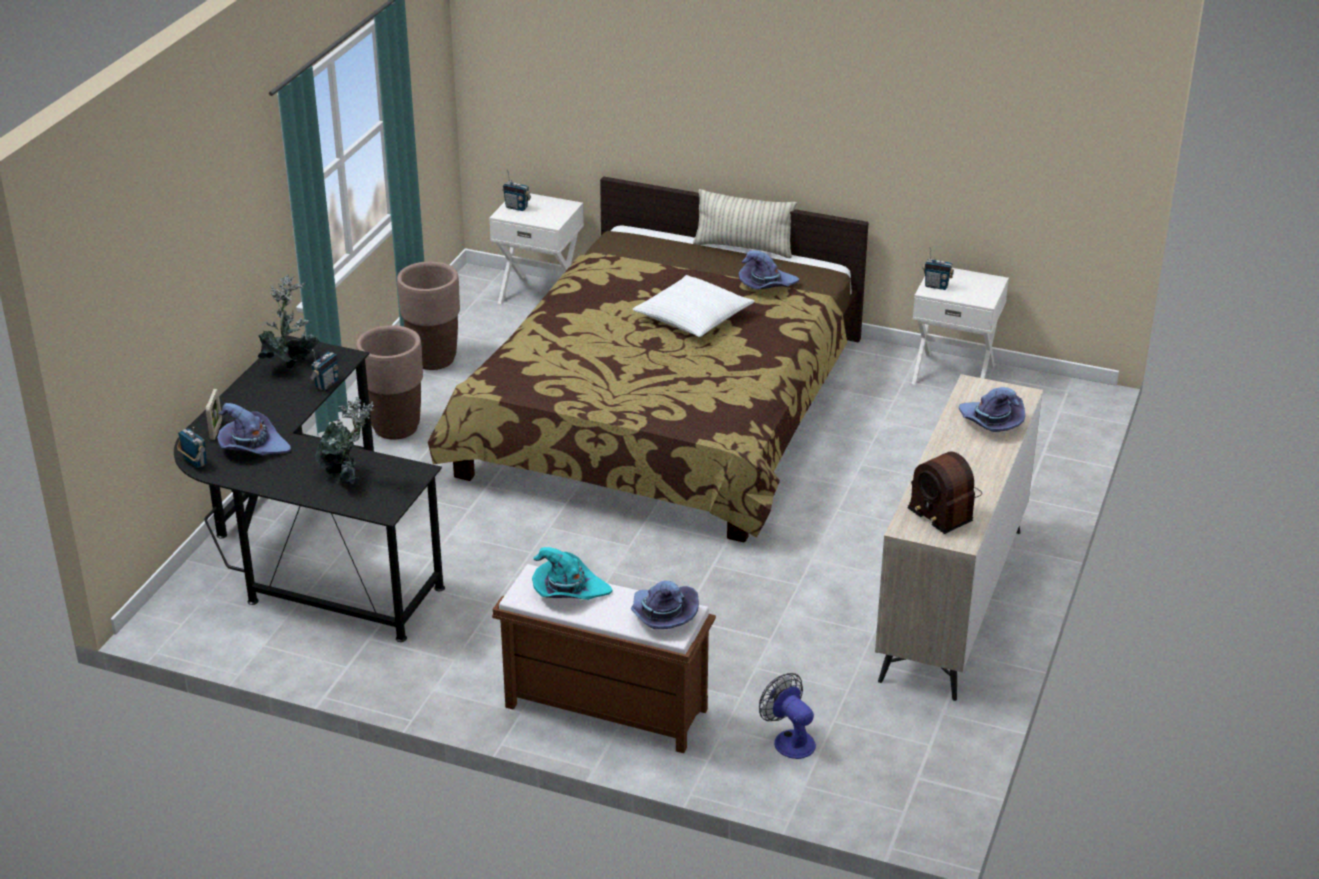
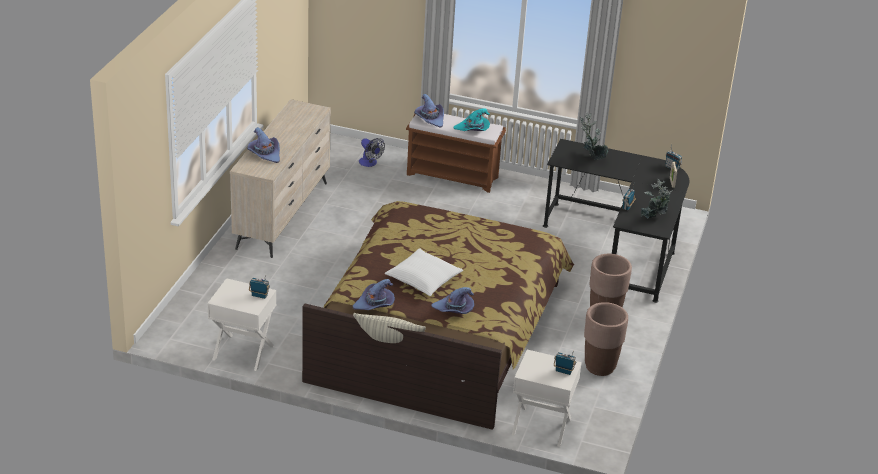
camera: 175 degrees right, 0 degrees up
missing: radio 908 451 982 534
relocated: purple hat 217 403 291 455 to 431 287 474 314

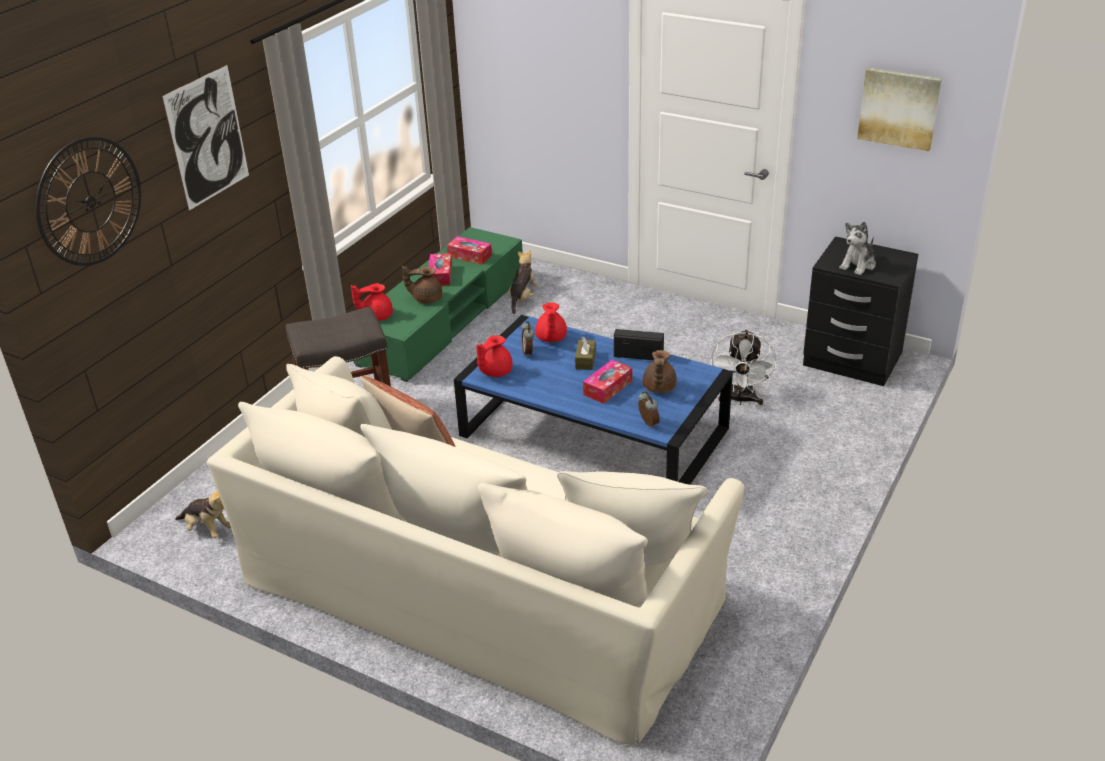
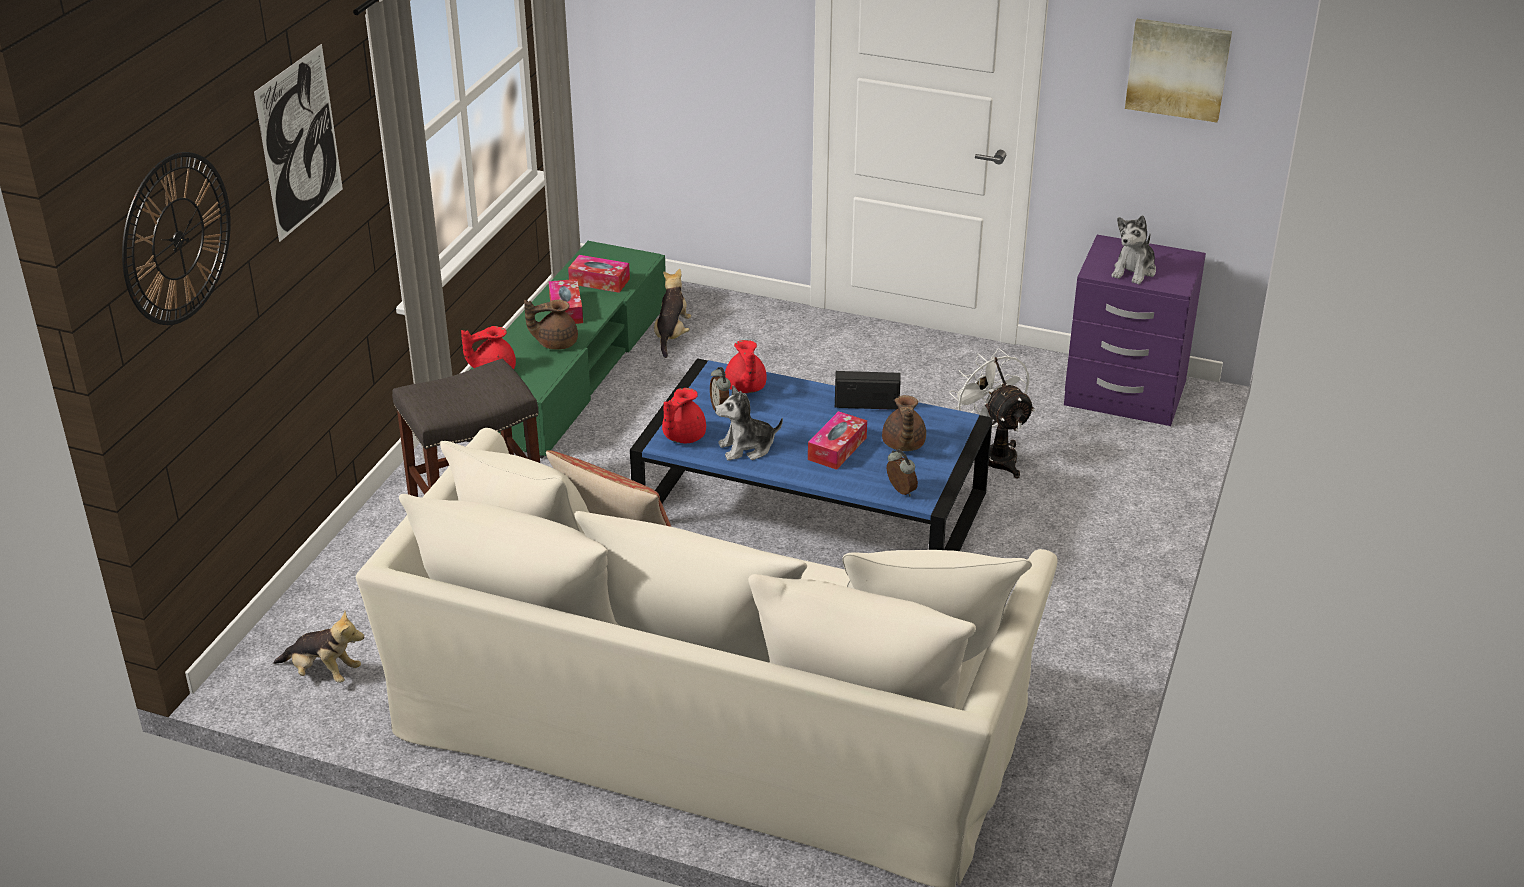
camera: 10 degrees left, 0 degrees up
missing: brown tissue box 575 337 596 370
appeared: plush toy 715 385 783 461
colour: black nightstand 803 236 918 386 to purple nightstand 1064 235 1206 426
spun: white fan 711 329 776 405 = 949 348 1035 478 150 degrees clockwise

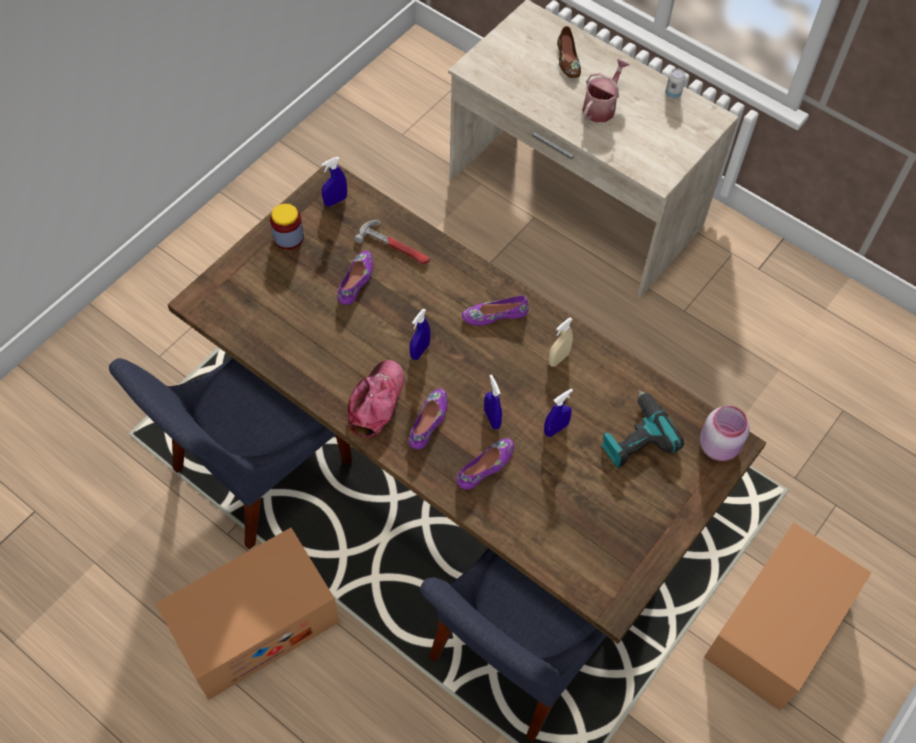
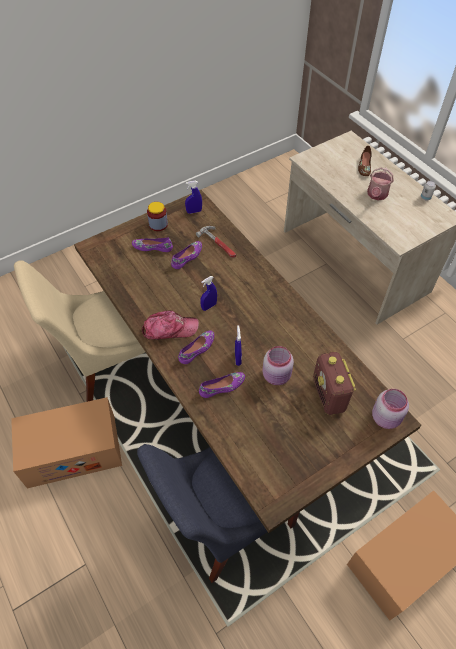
camera: 20 degrees right, 5 degrees down
missing: beige spray bottle 548 318 573 367
relocated: purple shoe 462 295 529 325 to 132 238 173 252
exchanged: blue spray bottle 544 388 573 437 to pink jar 263 346 294 385; power drill 601 389 684 468 to radio 313 352 356 415
colour: blue chair 109 358 352 549 to beige chair 14 260 145 402
spun: cap 348 360 404 437 = 142 310 199 340 45 degrees clockwise; watering can 582 58 630 122 = 367 167 394 201 150 degrees clockwise

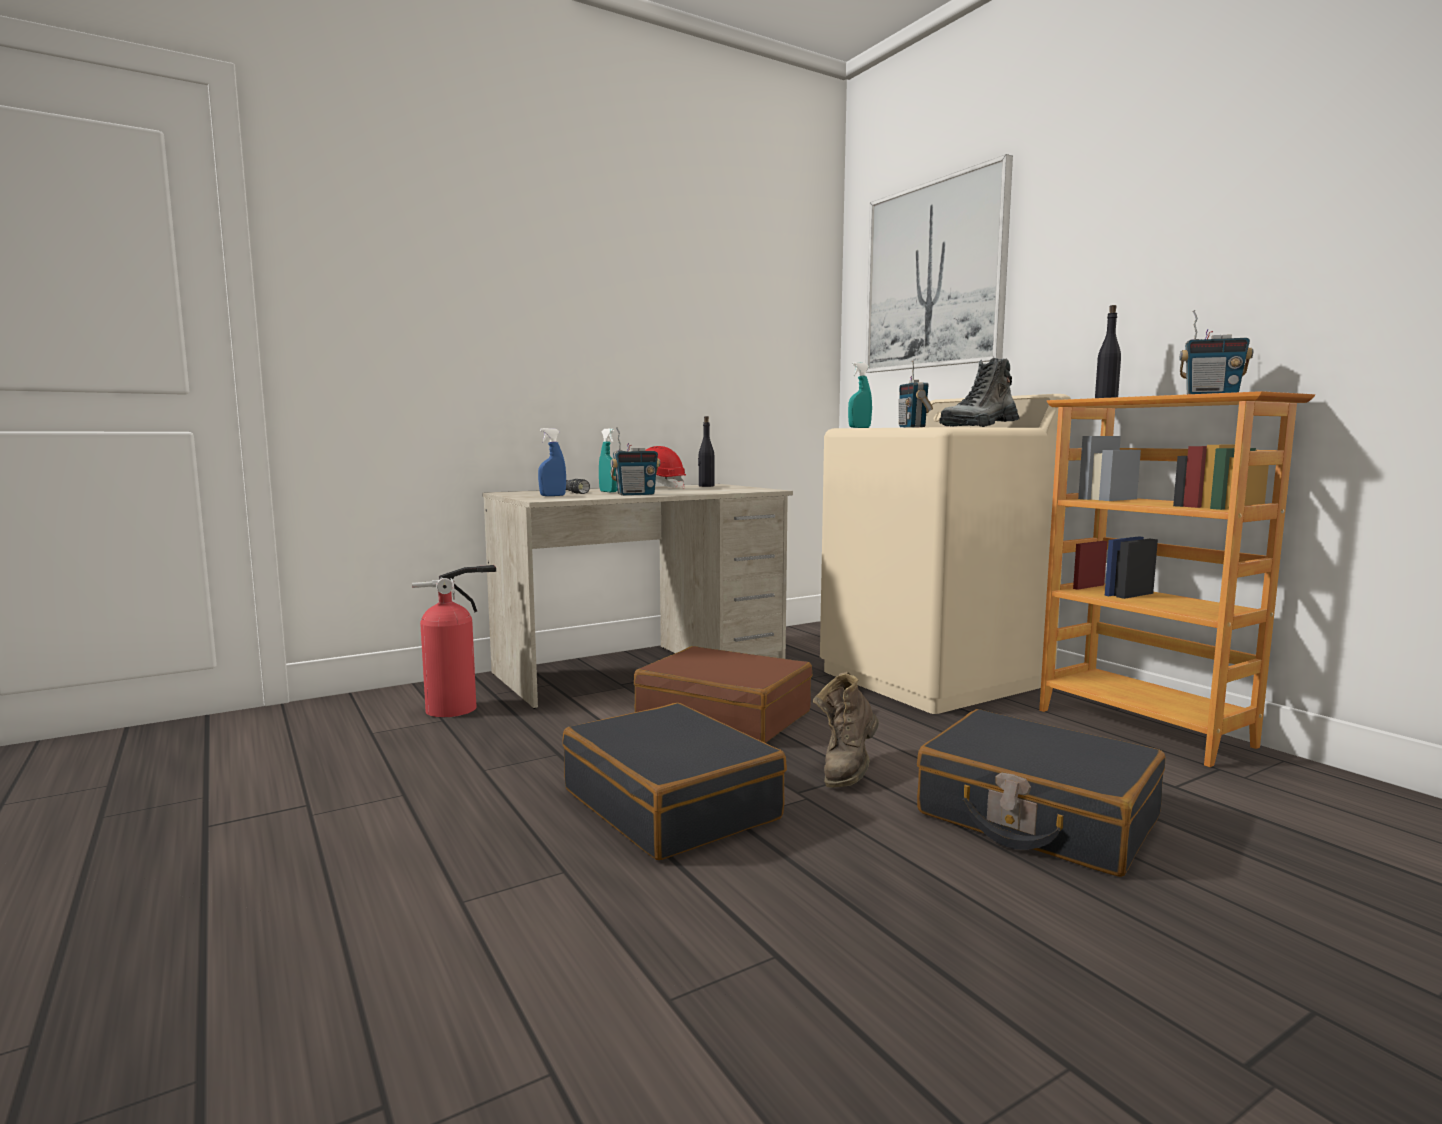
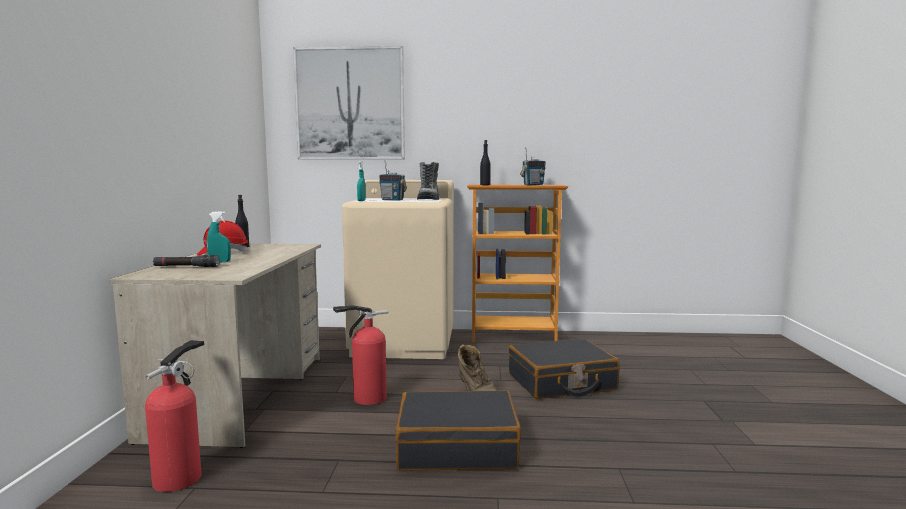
camera: 55 degrees left, 0 degrees up
missing: blue spray bottle 538 428 566 496; radio 610 427 660 496
exchanged: brown suitcase 634 646 812 743 to fire extinguisher 333 305 388 405

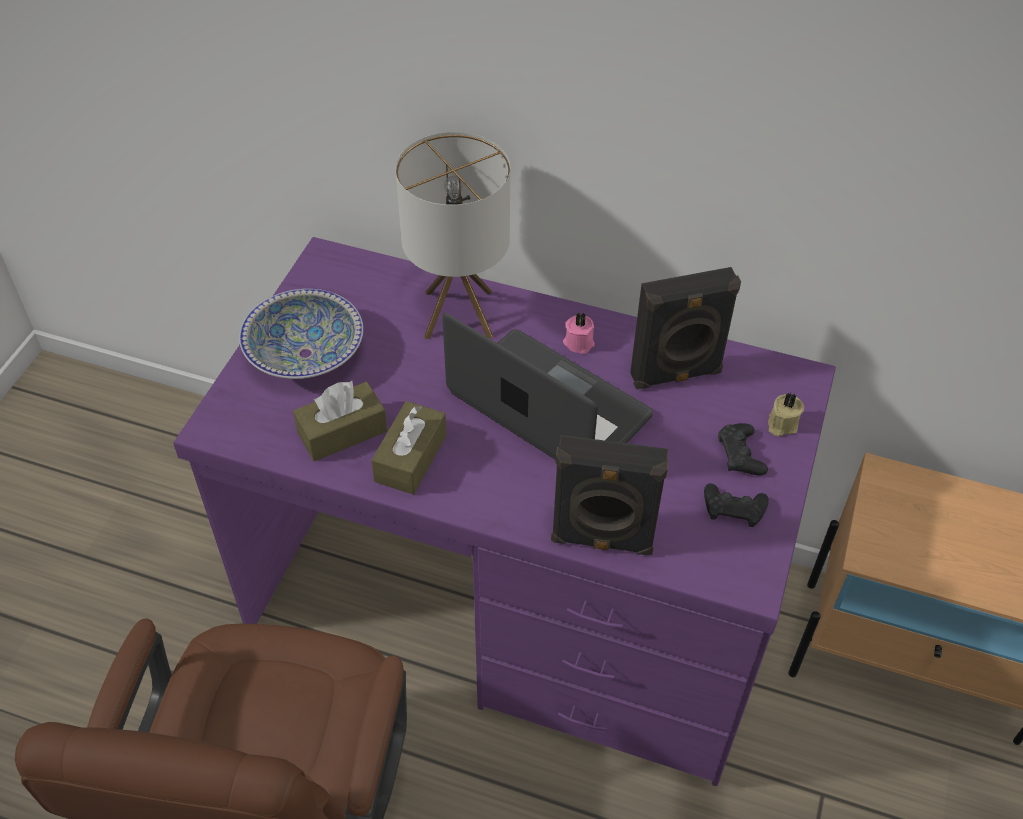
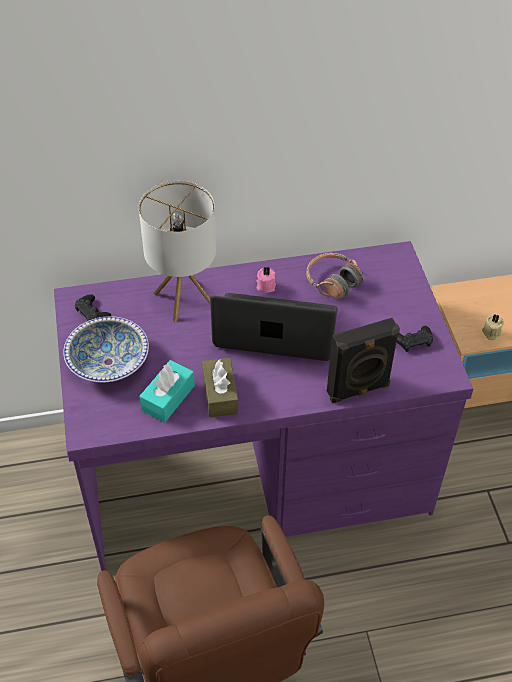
camera: 30 degrees left, 0 degrees up
relocated: black game controller 718 423 768 476 to 75 294 111 321; beige candle 768 393 804 437 to 482 314 504 340
exchanged: black speaker 630 267 741 389 to headphones 306 253 363 299
colour: brown tissue box 293 381 387 461 to turquoise tissue box 139 360 195 422

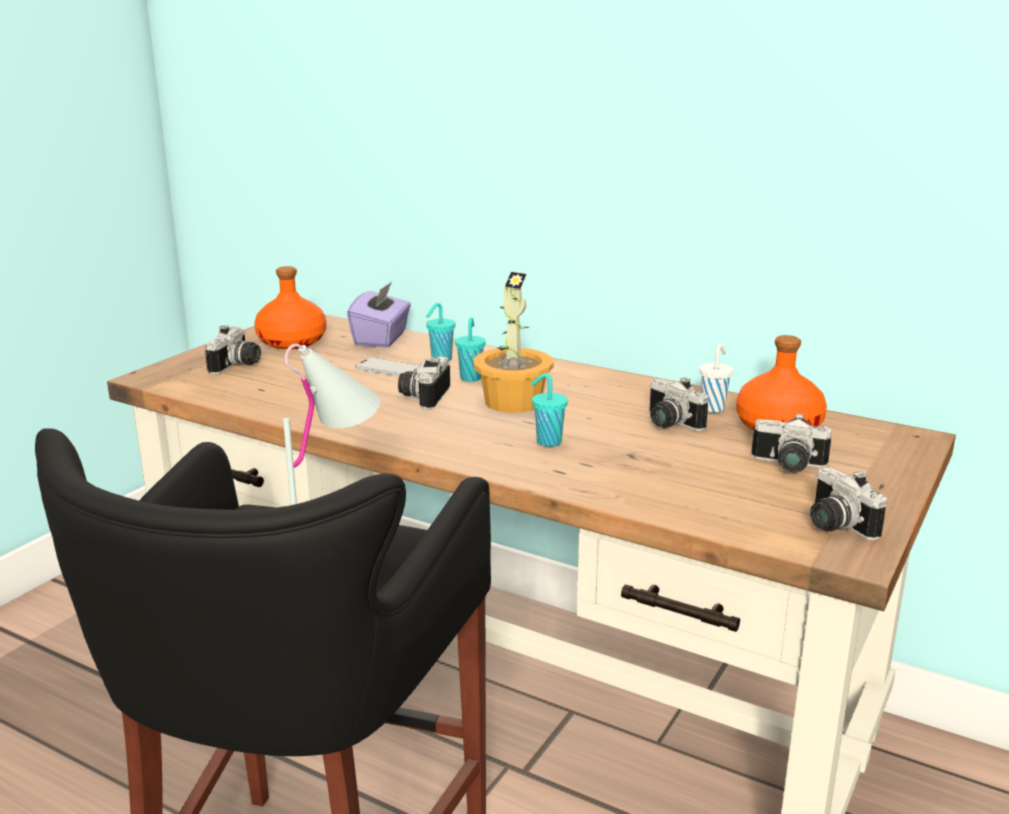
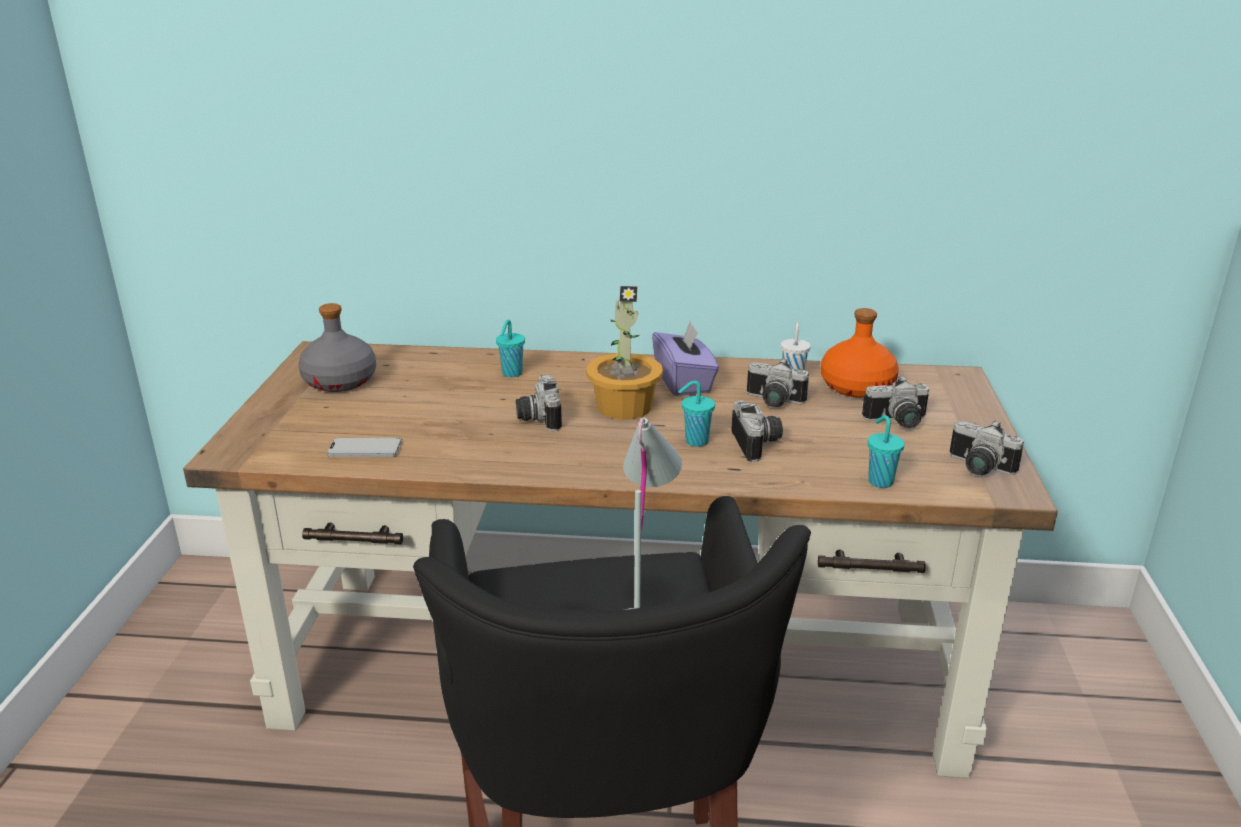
camera: 25 degrees left, 5 degrees up
relocated: phone 356 357 419 376 to 327 438 402 457; purple tissue box 347 282 411 348 to 652 321 719 396; photo camera 205 325 261 375 to 731 400 783 462; turquoise cup 455 317 486 382 to 868 415 905 488
colour: orange bottle 254 266 326 349 to grey bottle 298 303 376 392

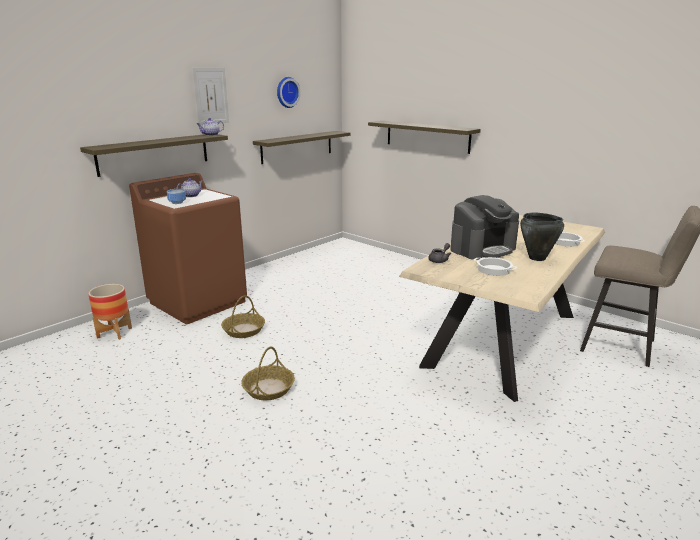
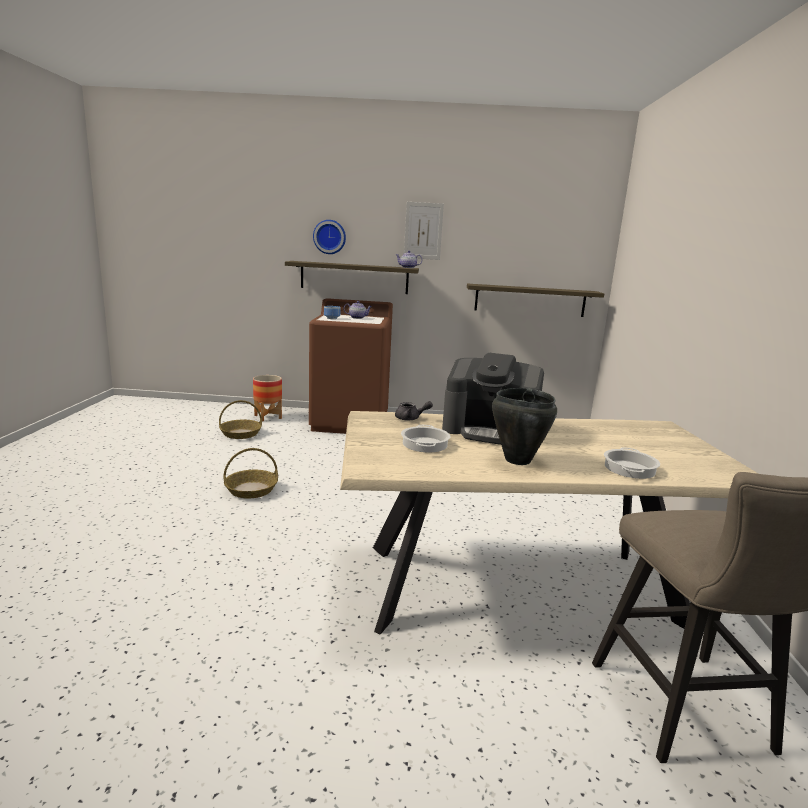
camera: 50 degrees right, 5 degrees down
missing: shelf 368 121 481 154
relocated: basket 221 295 265 338 to 219 400 262 439; wall clock 277 77 301 108 to 313 220 346 254

